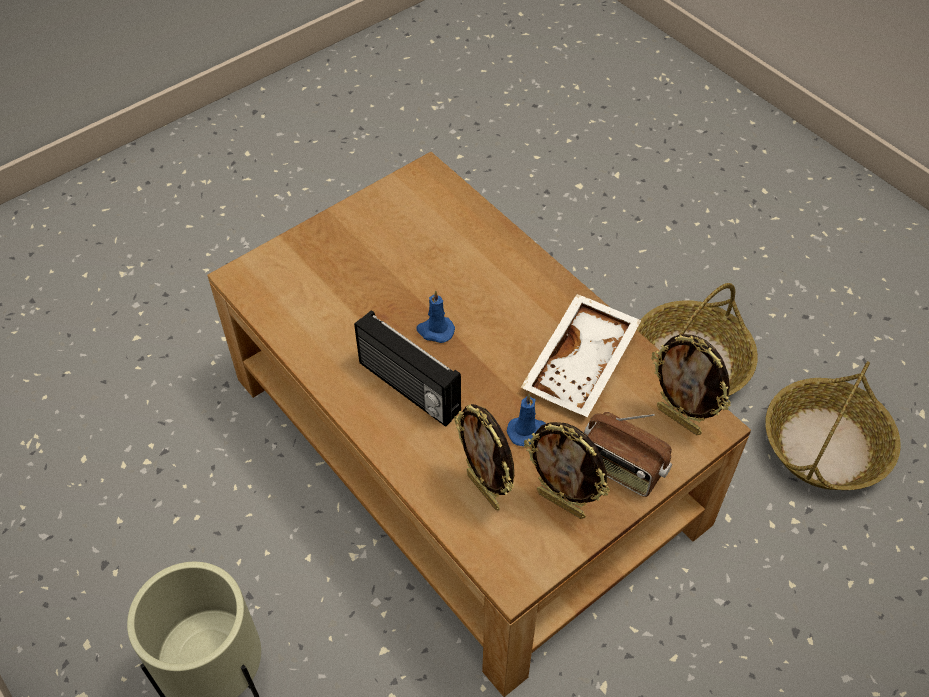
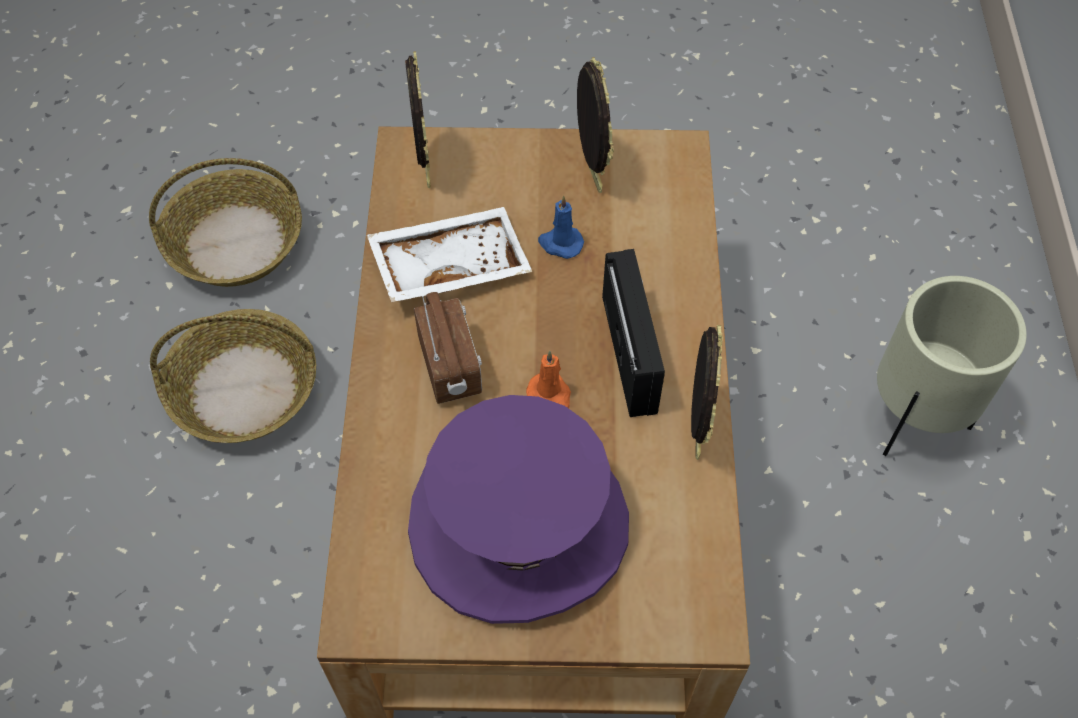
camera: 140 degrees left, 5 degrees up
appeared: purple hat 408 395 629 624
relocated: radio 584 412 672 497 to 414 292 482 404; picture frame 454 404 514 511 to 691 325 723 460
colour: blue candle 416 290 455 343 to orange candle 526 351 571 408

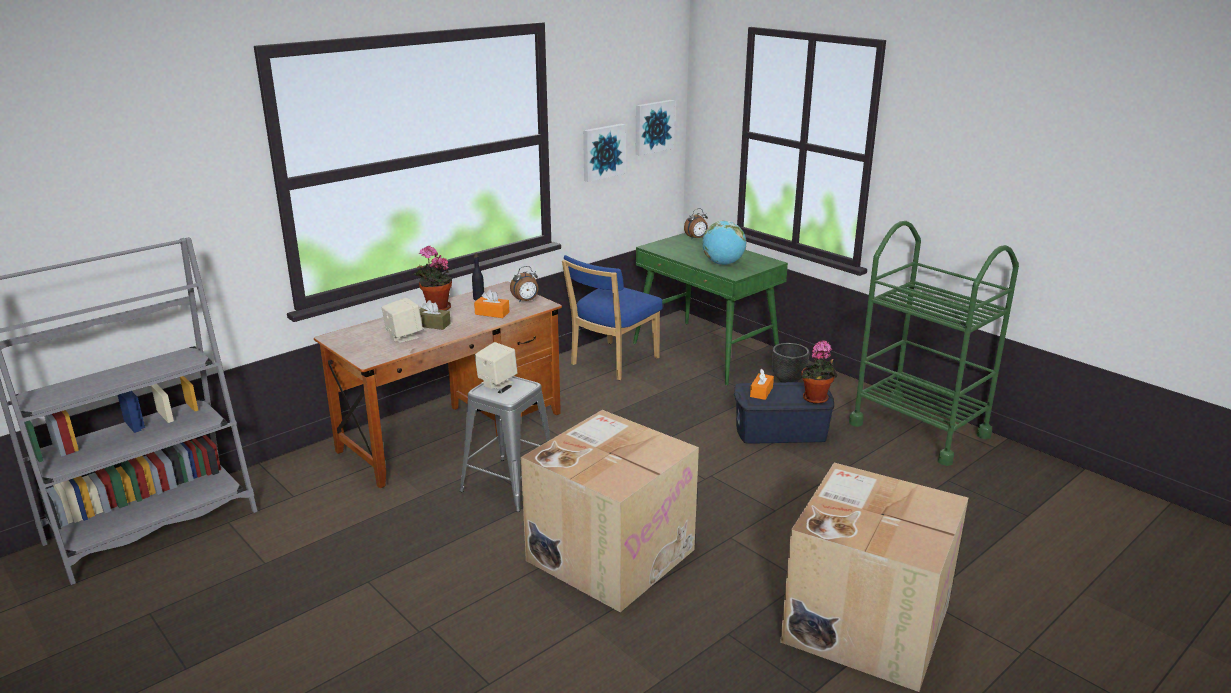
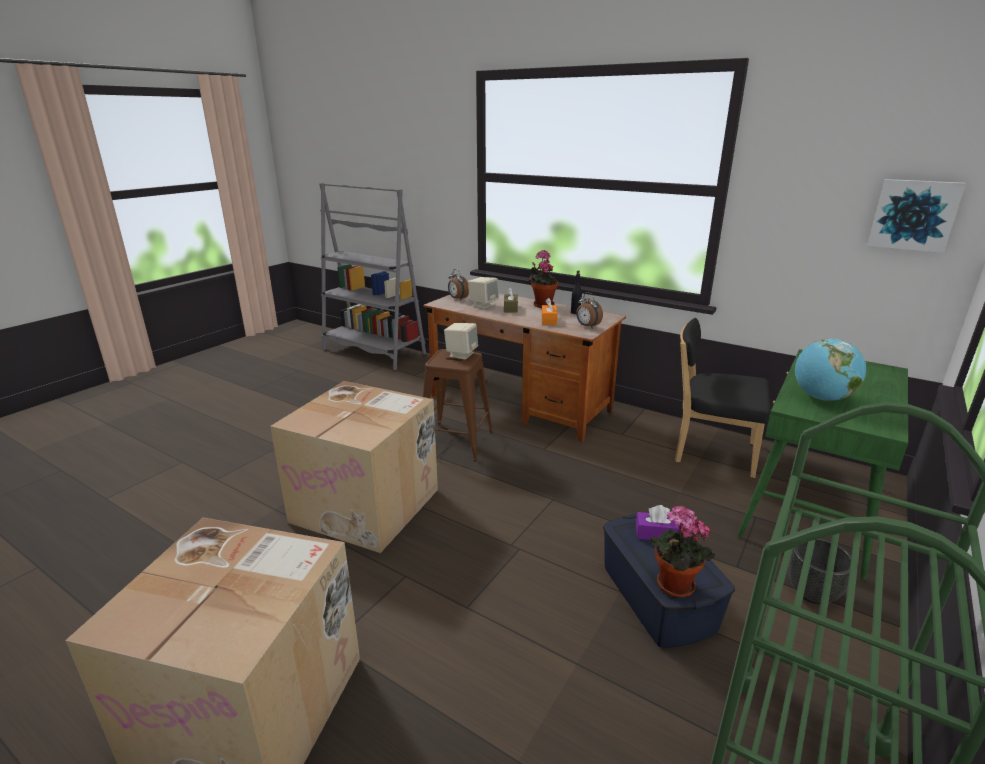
camera: 75 degrees right, 0 degrees up
missing: picture 583 124 625 182
relocated: alarm clock 684 208 708 240 to 448 269 469 300
colour: grey stool 460 376 551 512 to brown stool 423 349 493 461; orange tissue box 750 369 774 400 to purple tissue box 636 505 680 540; blue chair 562 255 663 380 to black chair 675 318 771 478

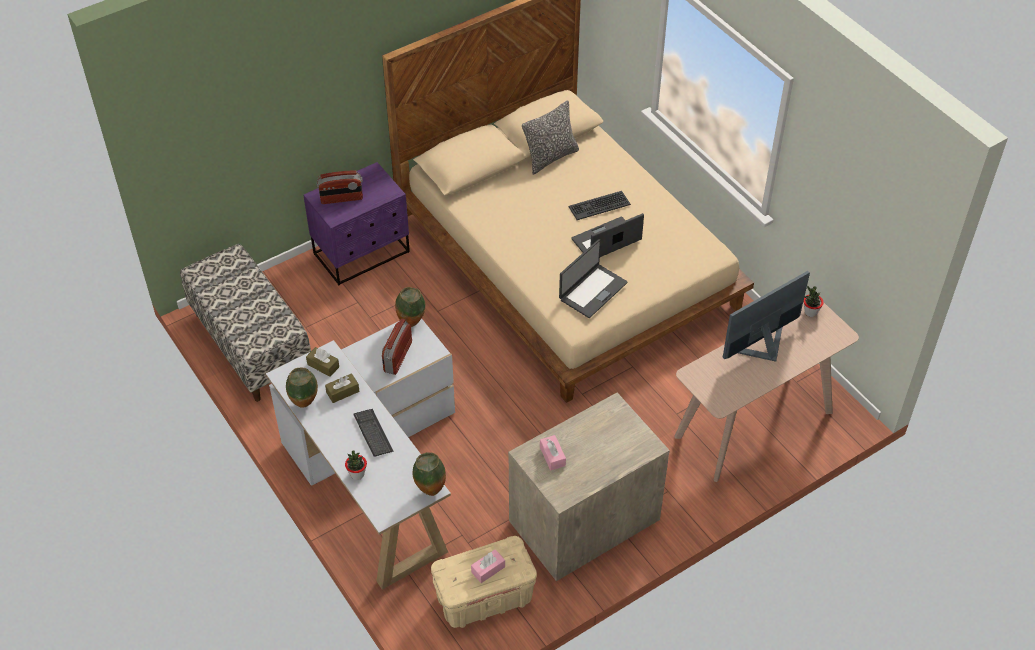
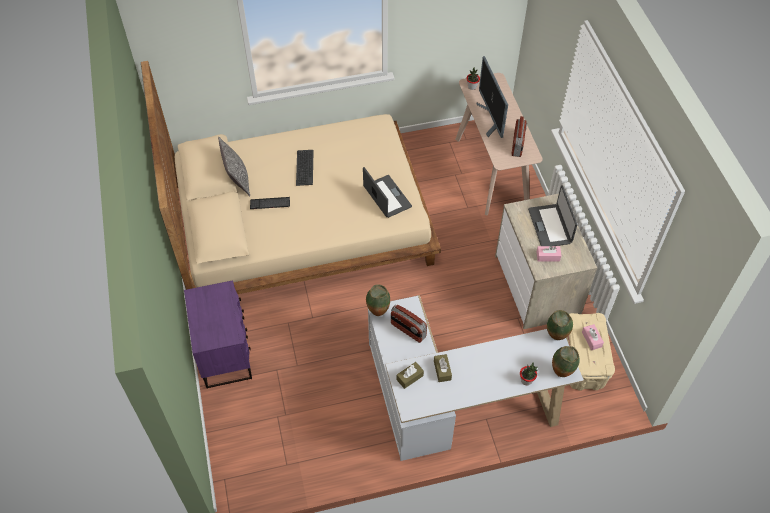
camera: 70 degrees left, 5 degrees up
missing: bench 180 244 311 402
relocated: keyboard 353 409 394 457 to 250 197 290 209; radio 316 170 363 204 to 512 116 527 157; laptop 571 213 644 257 to 528 185 578 246; vase 286 368 318 408 to 552 346 580 377

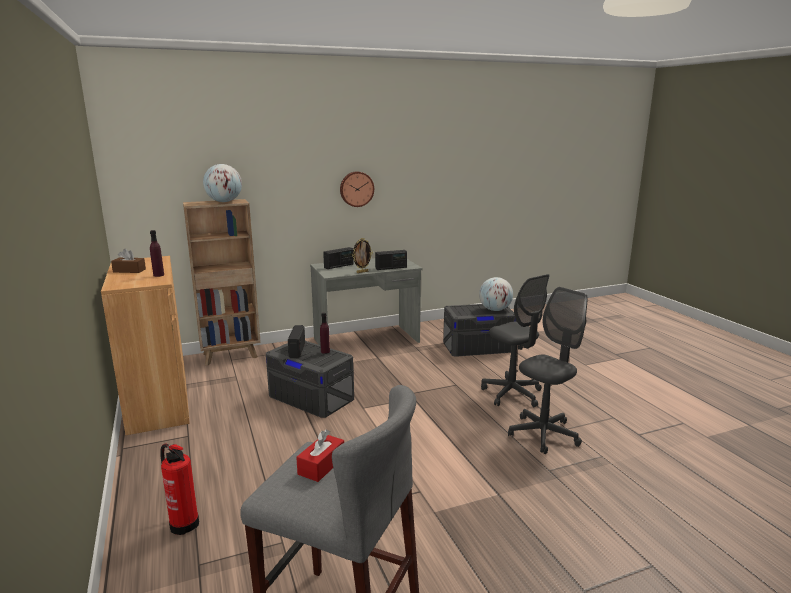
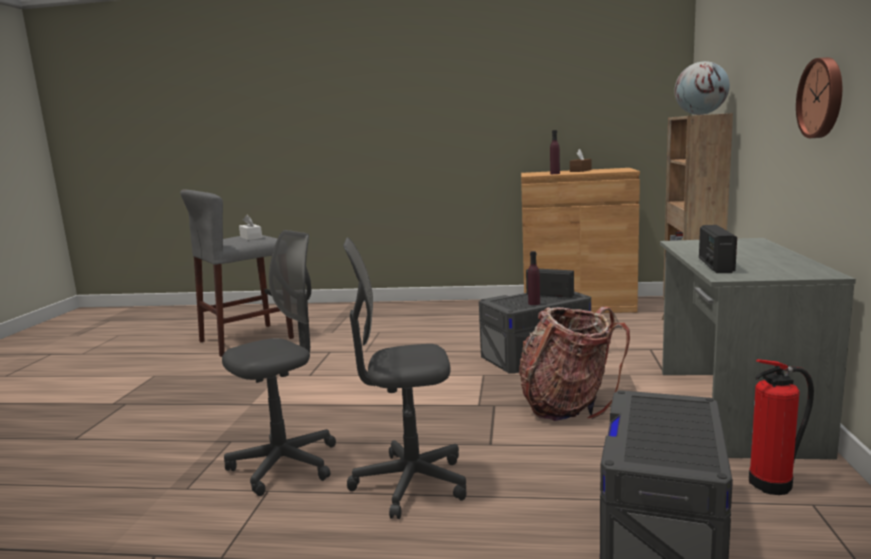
camera: 120 degrees right, 5 degrees down
missing: radio 323 247 353 269; picture frame 352 238 373 273; globe 479 277 513 311
appeared: backpack 519 306 630 421
relocated: fire extinguisher 160 444 199 535 to 749 359 814 495
colour: red tissue box 296 430 344 482 to white tissue box 239 215 262 240
spun: grey office chair 508 287 588 454 = 222 230 336 496 120 degrees counterclockwise

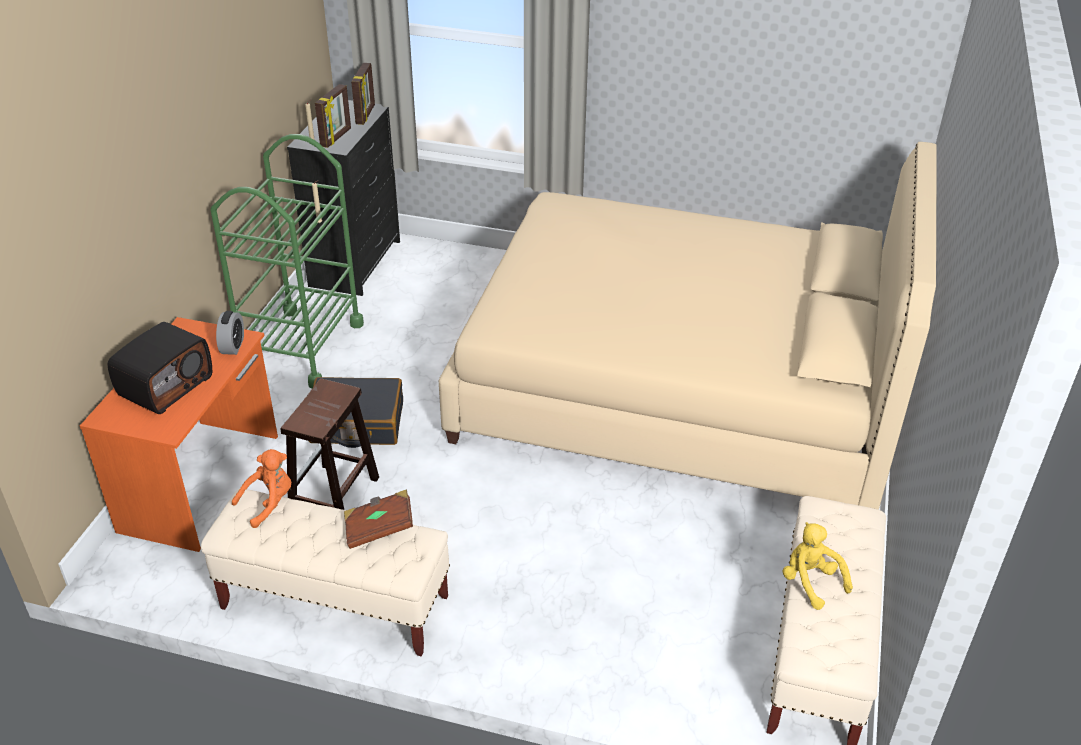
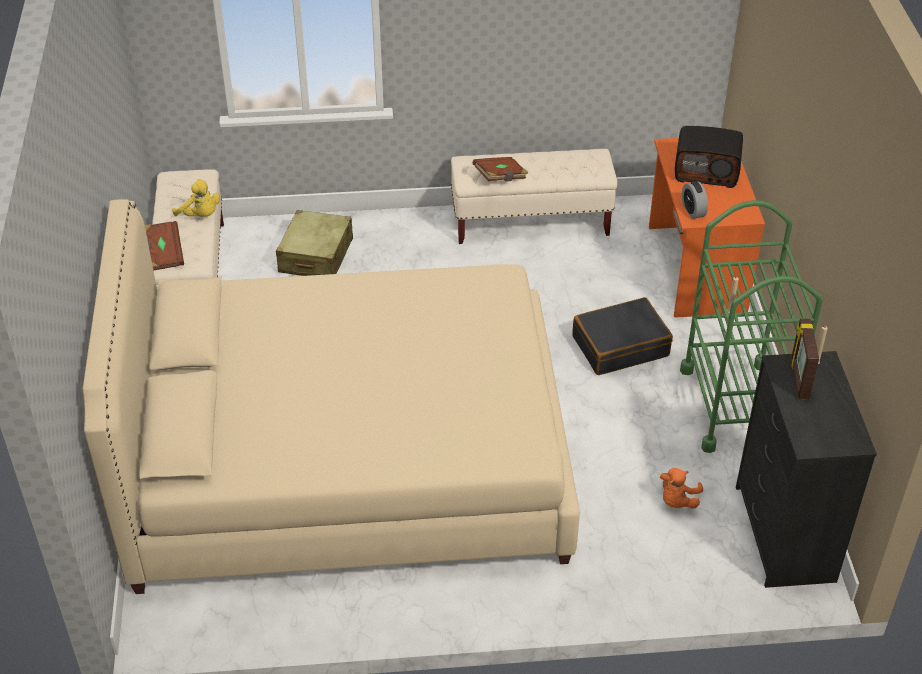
camera: 160 degrees right, 5 degrees up
missing: brown stool 281 379 379 510; picture frame 351 63 375 125
appeared: brown book 145 221 184 271; beige suitcase 276 210 353 276
relocated: orange plush toy 232 449 291 528 to 660 468 703 509
spun: radio 107 322 212 414 = 675 126 743 188 90 degrees counterclockwise

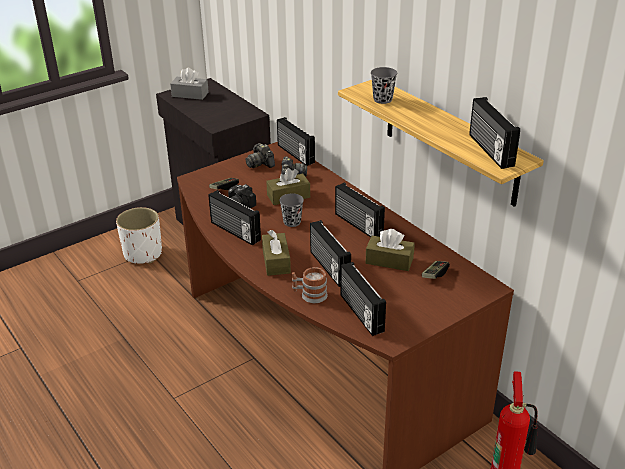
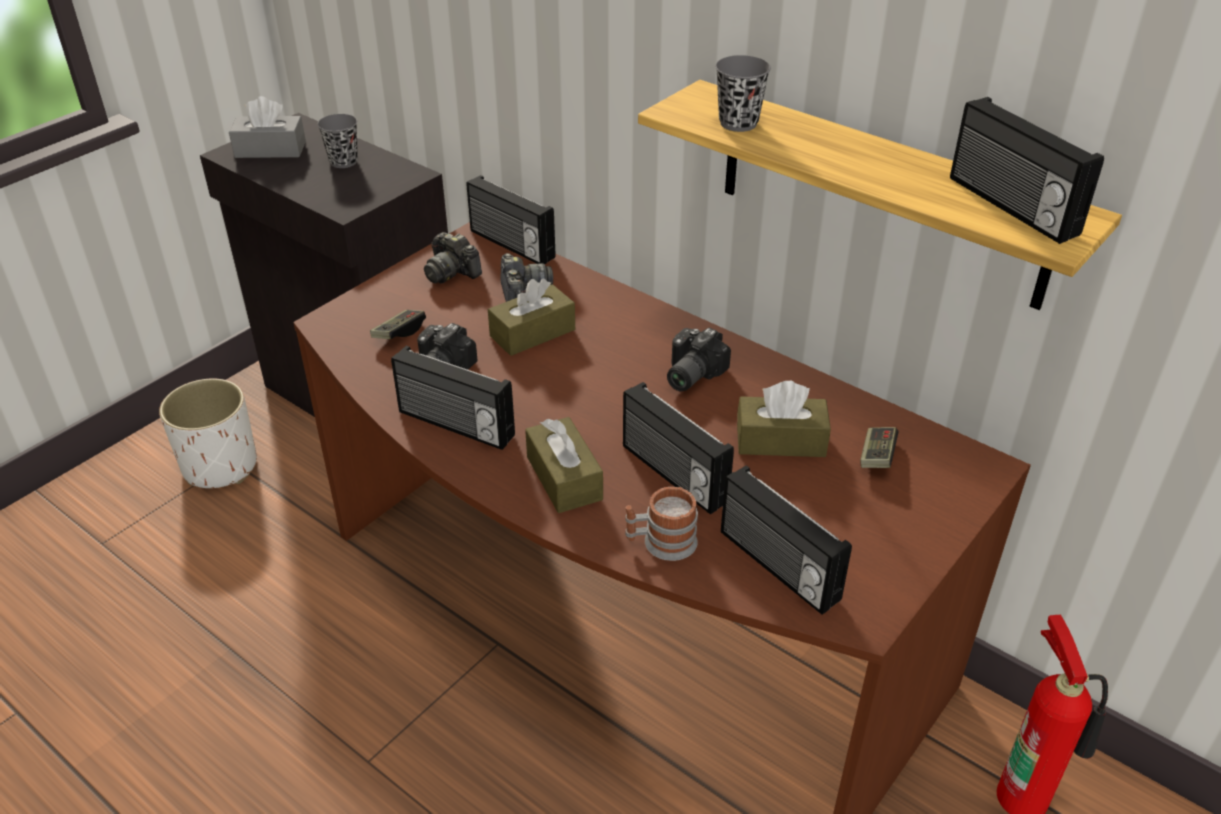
camera: 15 degrees left, 5 degrees up
relocated: grey cup 279 193 304 227 to 317 114 358 168
exchanged: radio 335 182 385 237 to photo camera 667 328 731 392

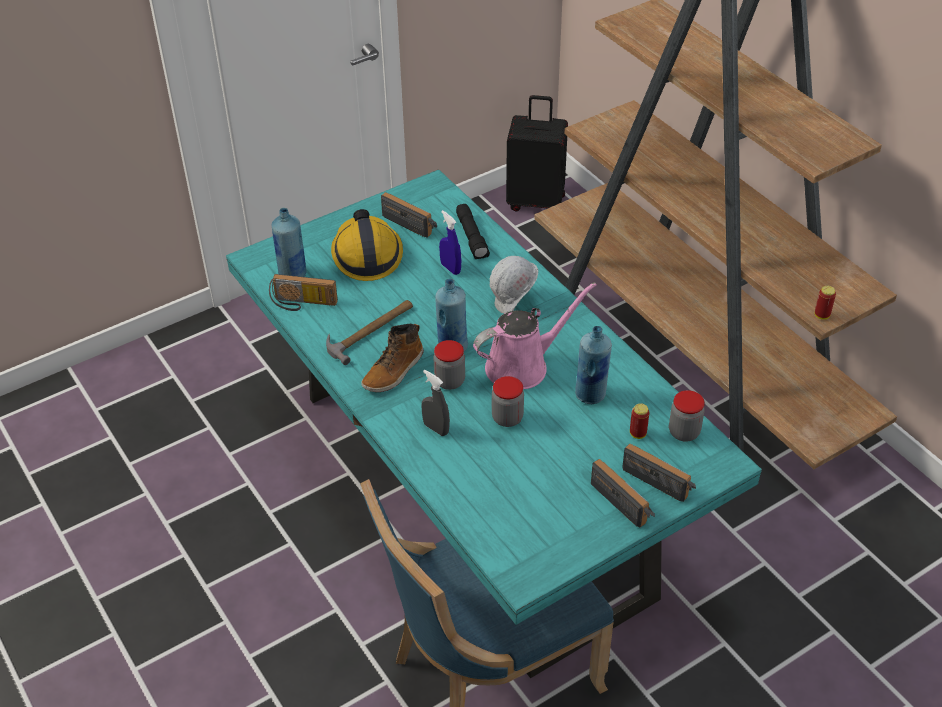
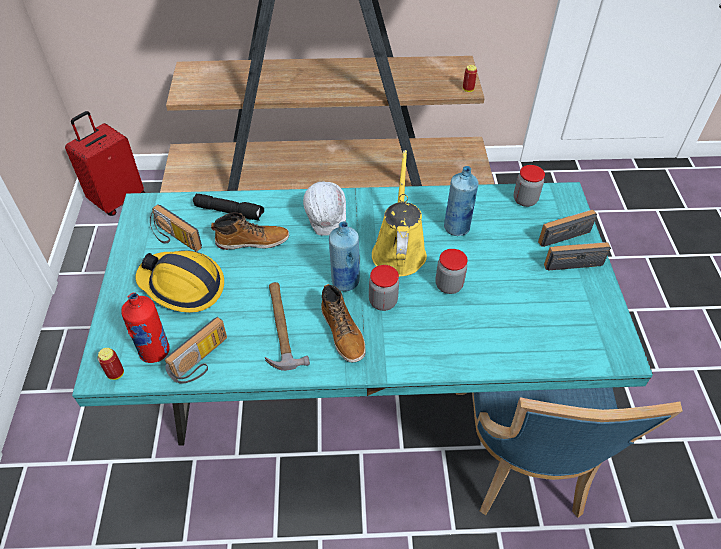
camera: 60 degrees left, 5 degrees up
missing: grey spray bottle 422 370 450 436
relocated: can 630 403 650 439 to 98 348 124 380
exchanged: blue spray bottle 439 210 461 275 to boot 211 212 289 250
colour: black suitcase 506 95 568 211 to red suitcase 65 111 145 216; blue bottle 271 208 306 277 to red bottle 121 293 170 363; pink watering can 473 282 597 389 to yellow watering can 372 150 427 276
spun: radio 381 192 437 238 = 150 204 202 252 120 degrees counterclockwise

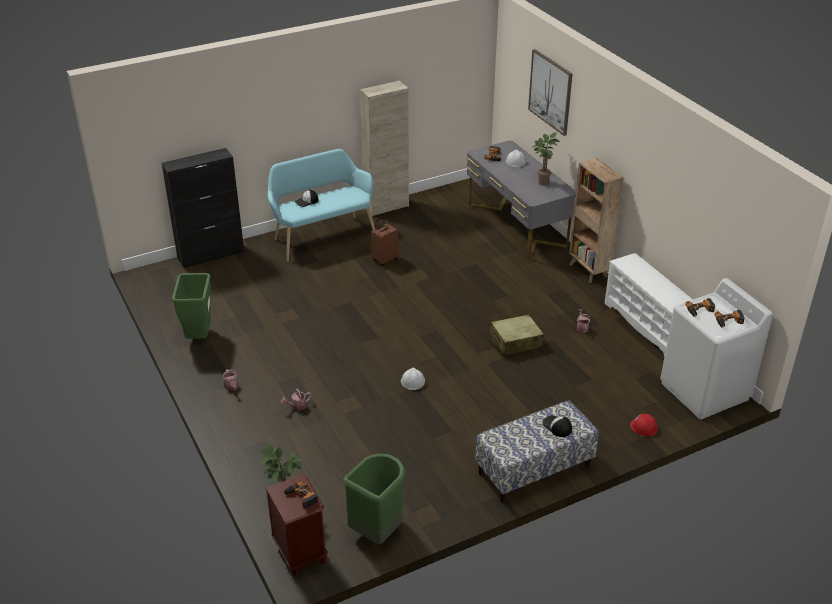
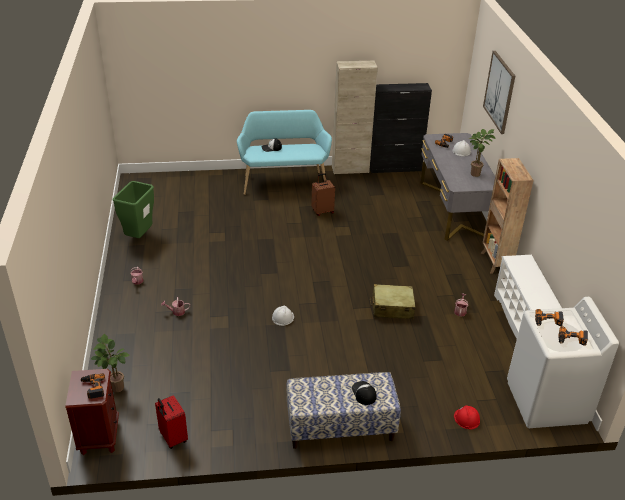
camera: 20 degrees right, 0 degrees up
relocated: black cabinet 162 148 244 268 to 370 83 432 173
exchanged: green trash can 343 454 405 544 to red suitcase 155 395 188 449

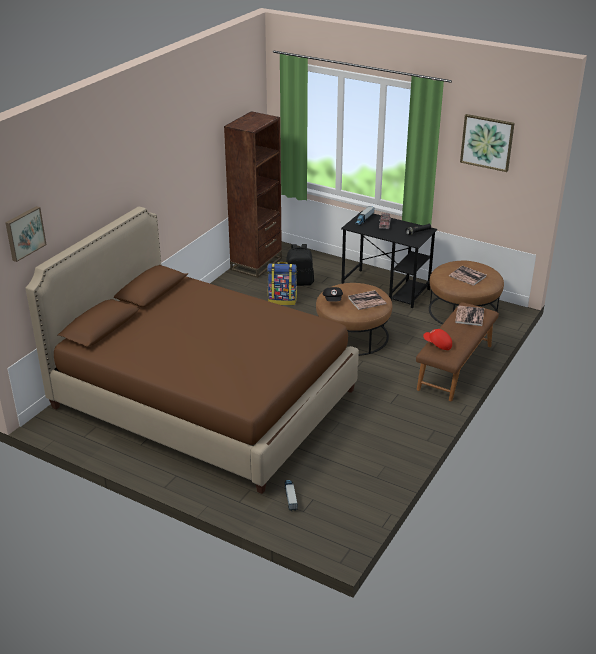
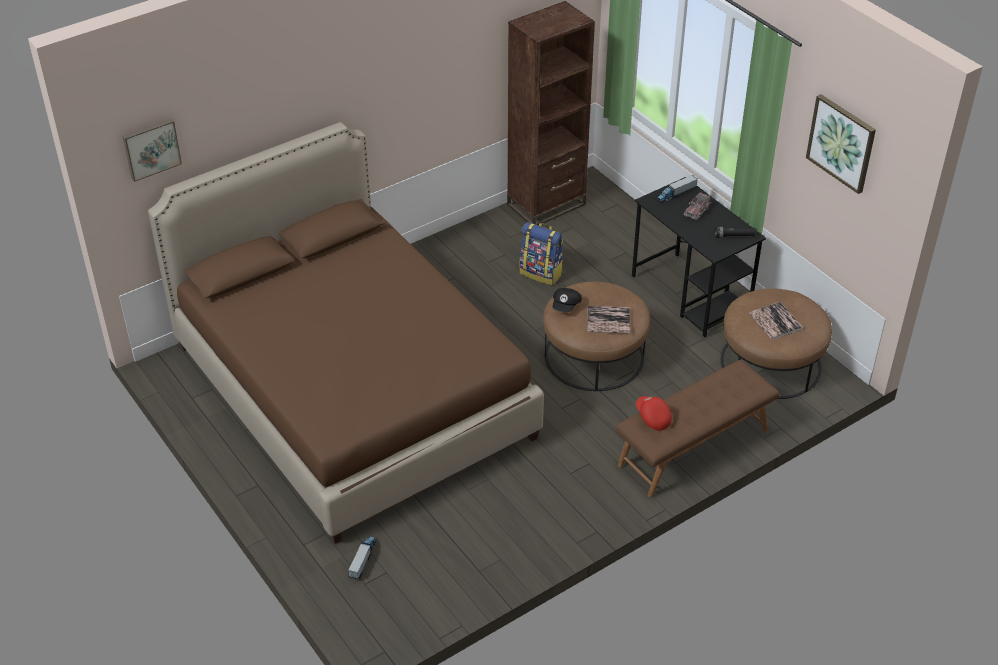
camera: 25 degrees right, 10 degrees up
missing: black backpack 286 244 314 286; book 455 305 484 326

